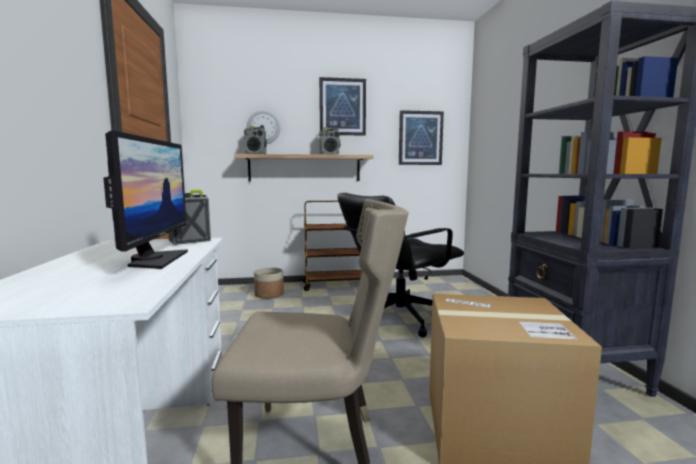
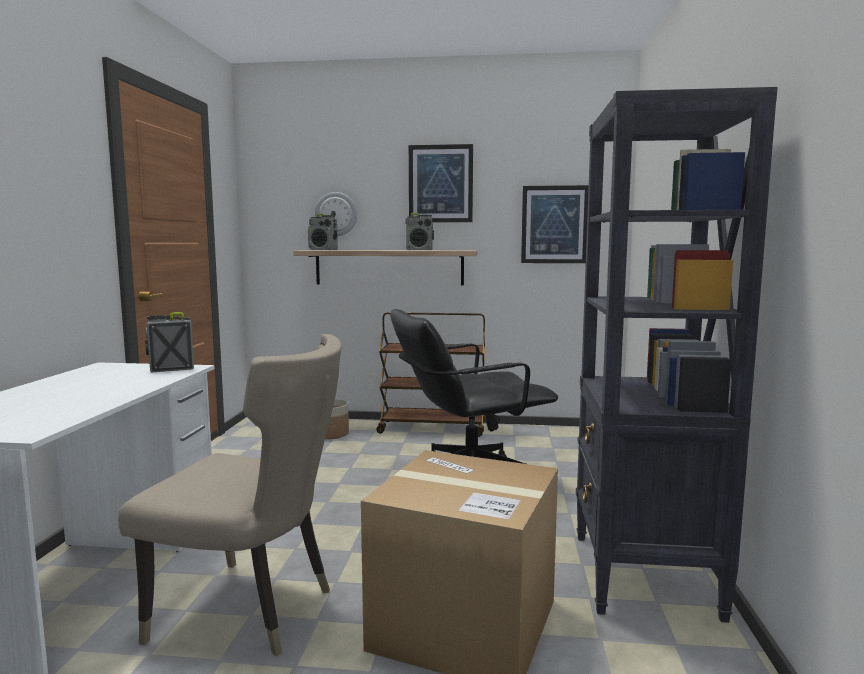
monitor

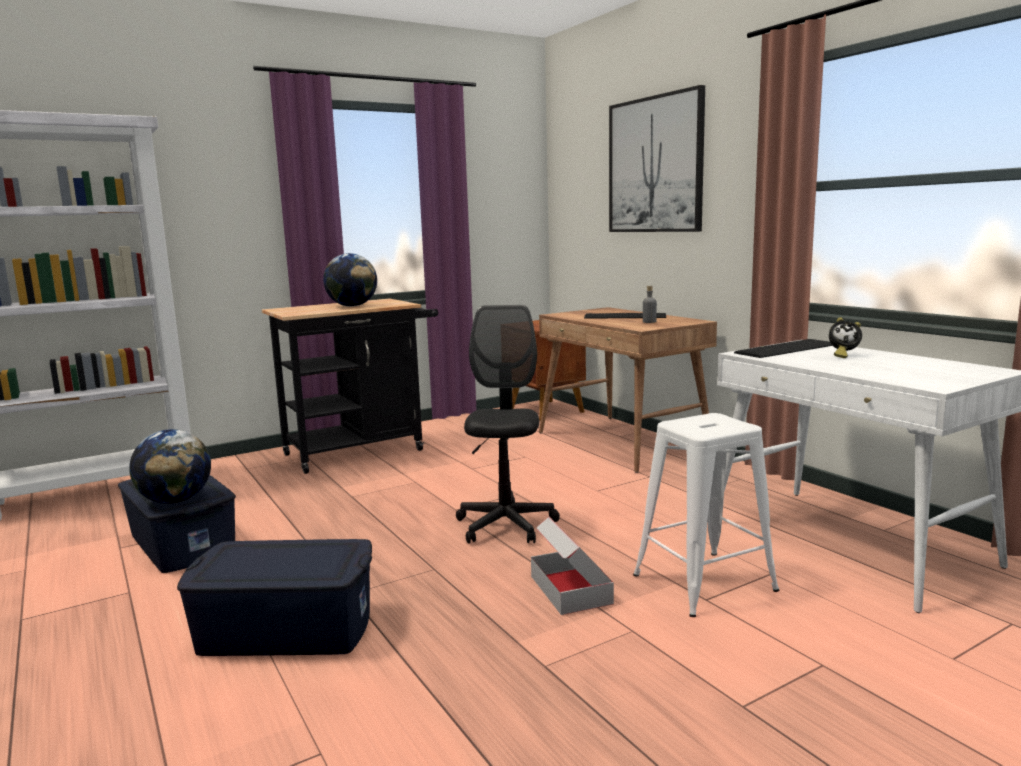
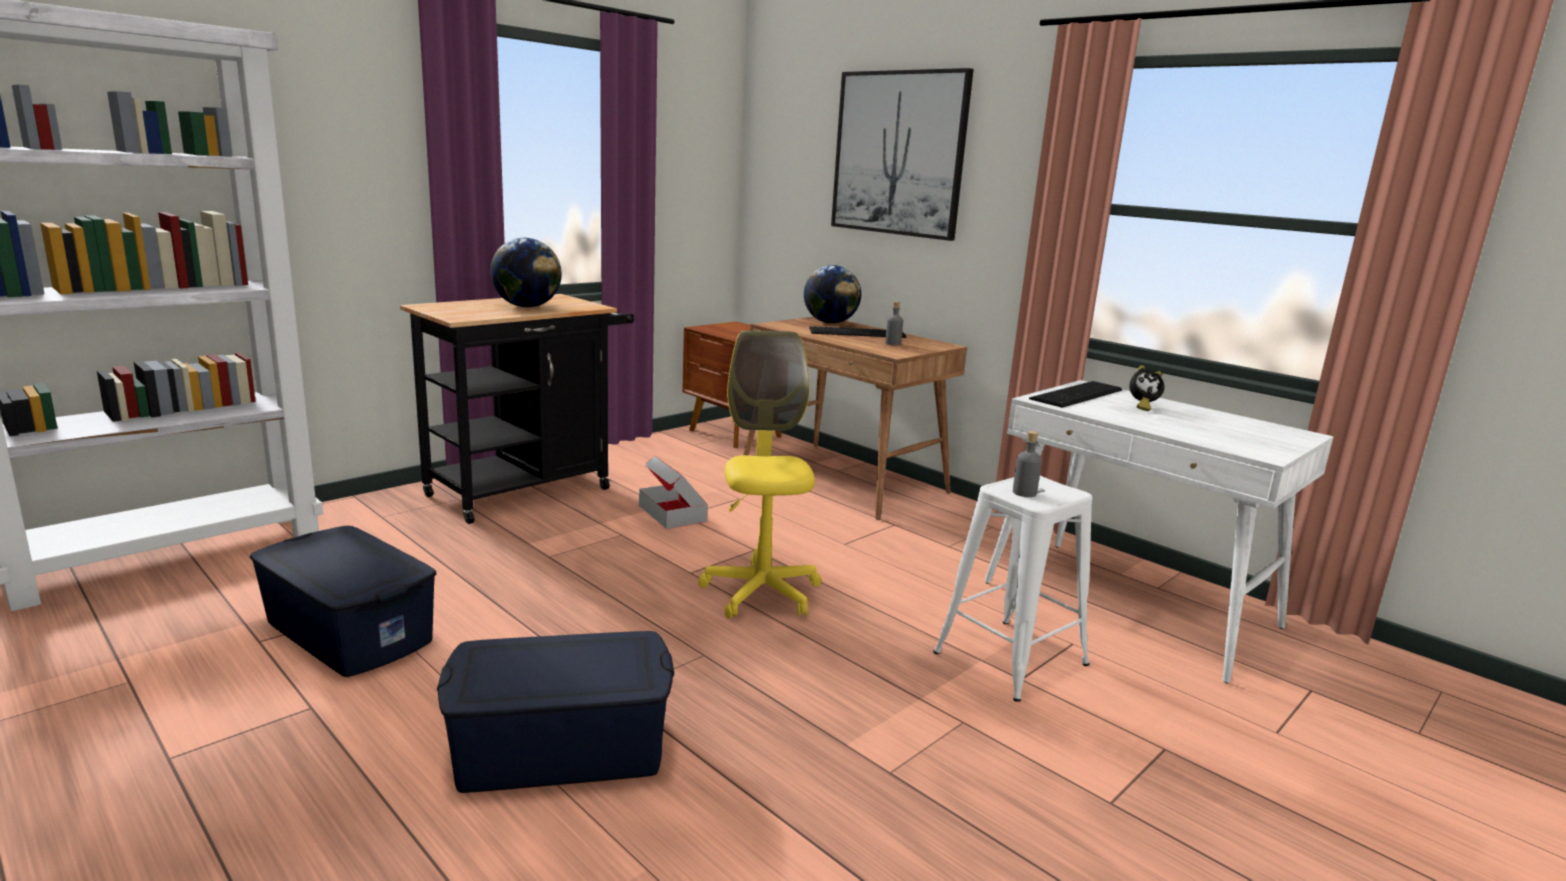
globe (no. 2 from left)
yellow office chair
cardboard box
grey bottle (no. 2 from left)

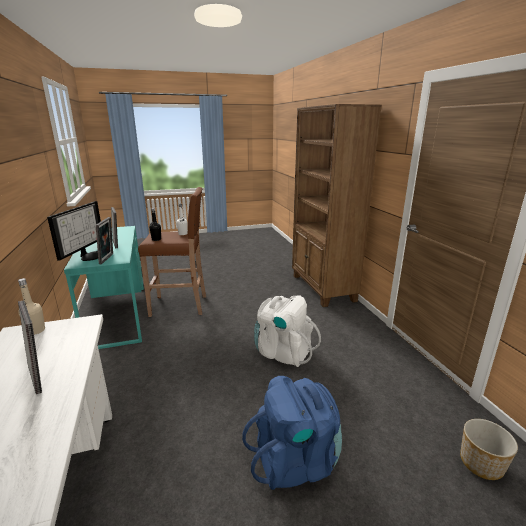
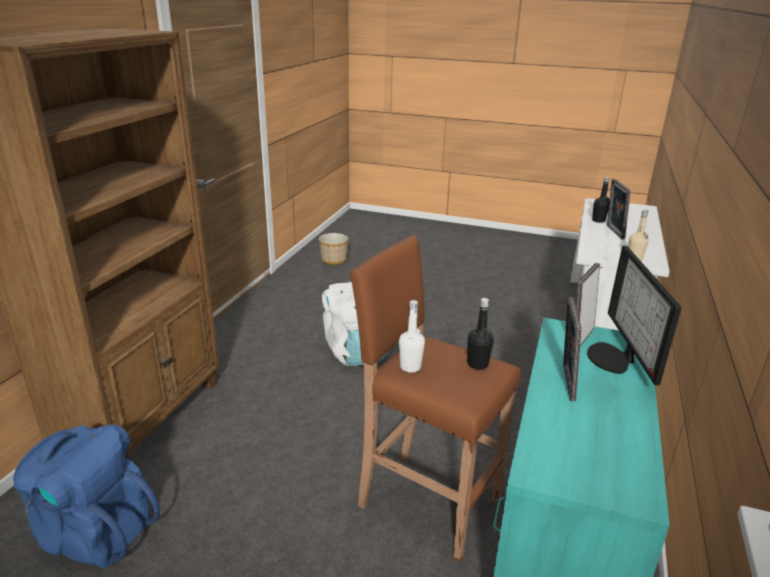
monitor
blue backpack
black bottle (no. 2 from left)

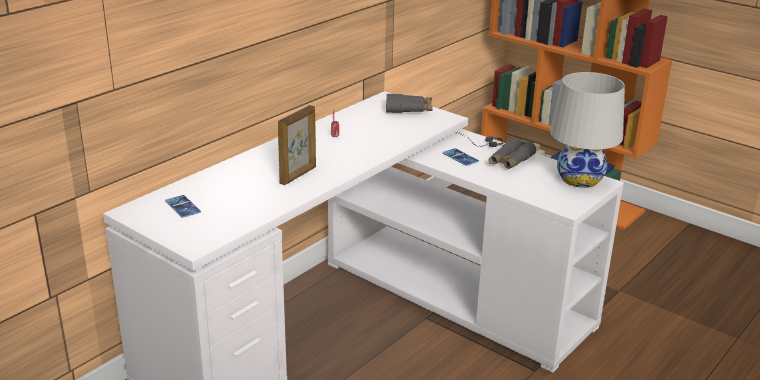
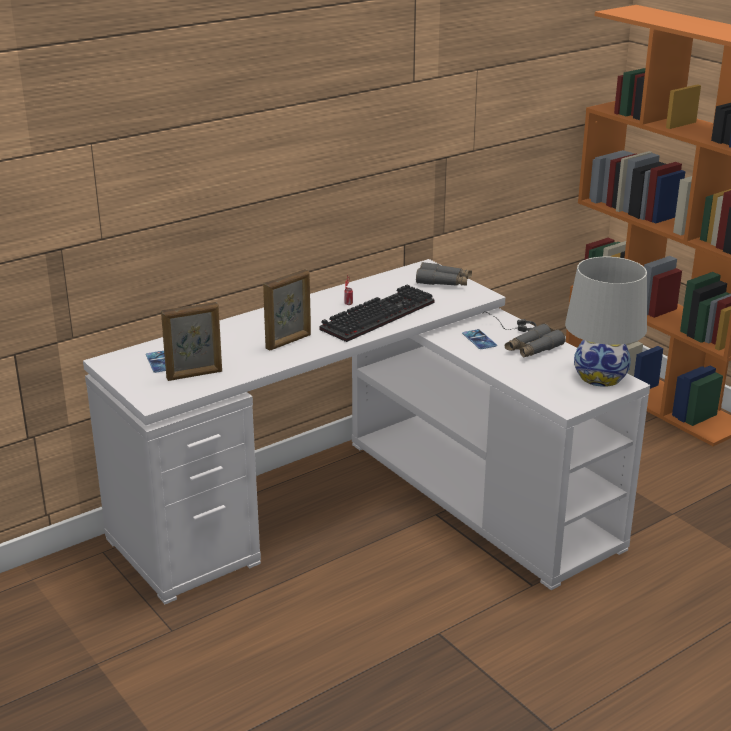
picture frame (no. 1 from left)
keyboard

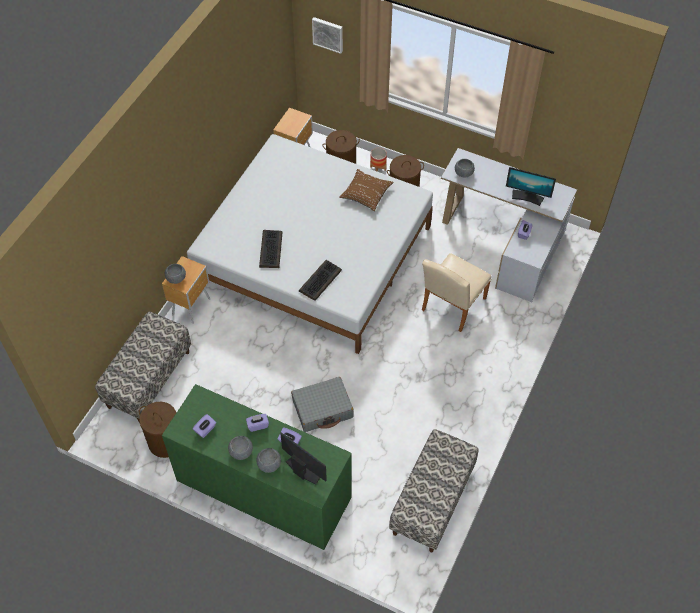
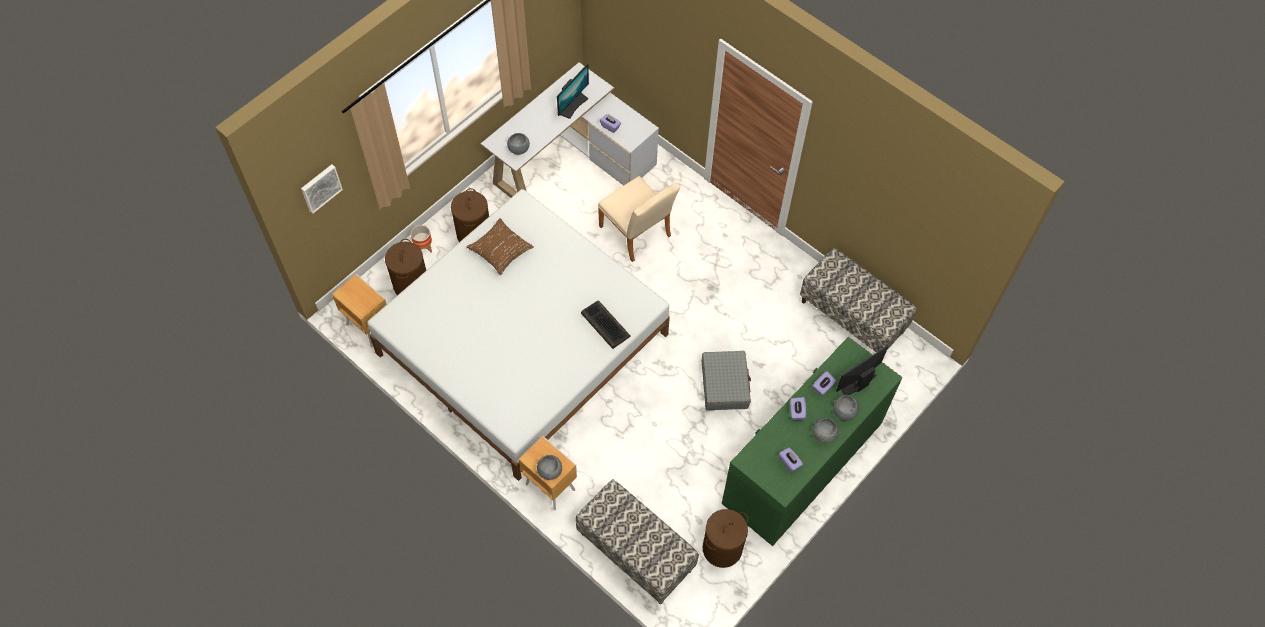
keyboard (no. 1 from left in the first image)

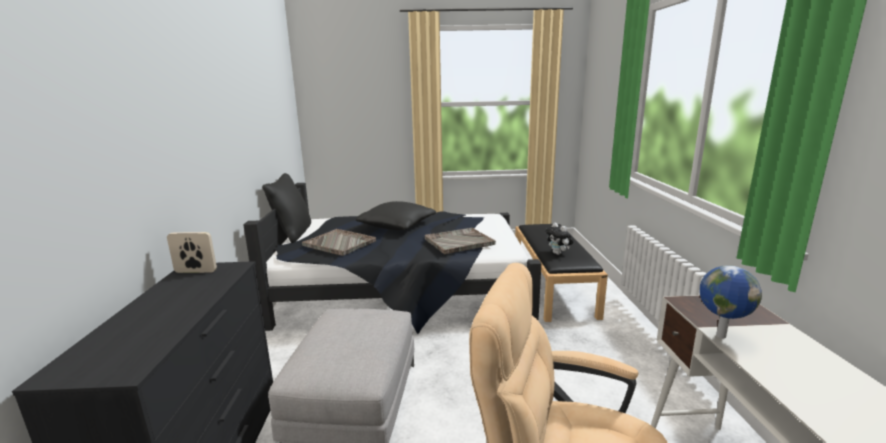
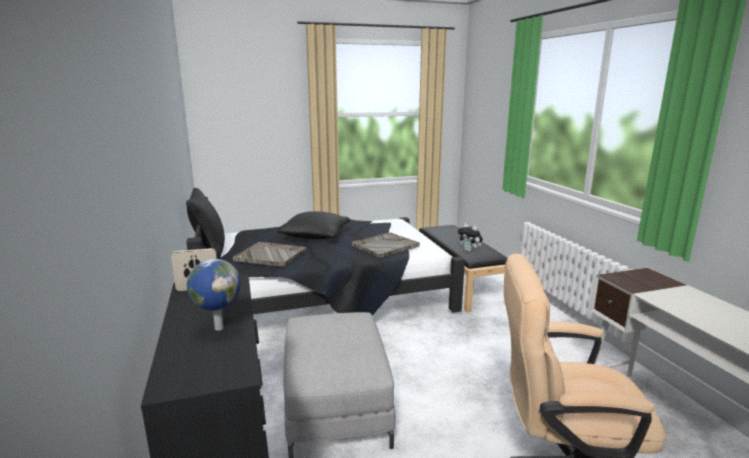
globe

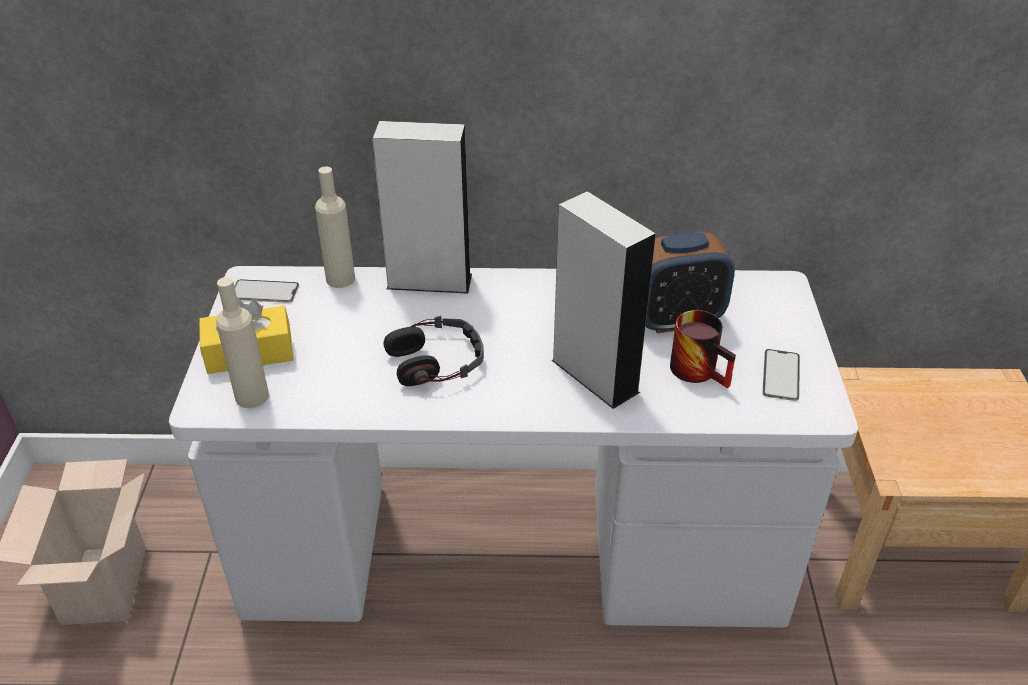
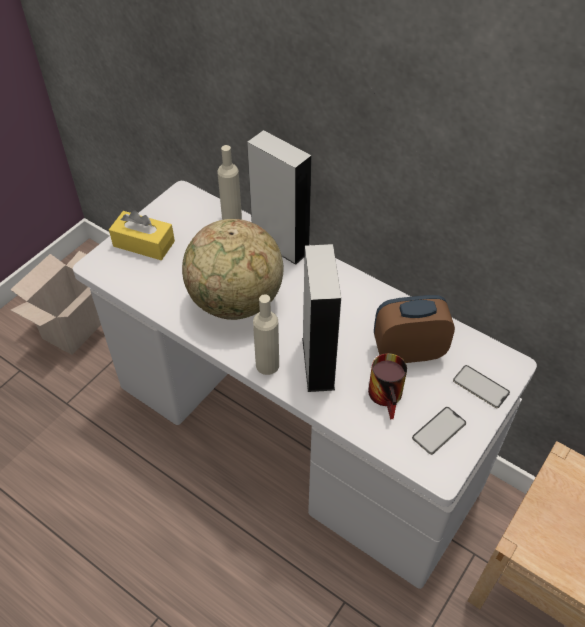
beige bottle (no. 2 from left)
phone (no. 2 from left)
globe
alarm clock

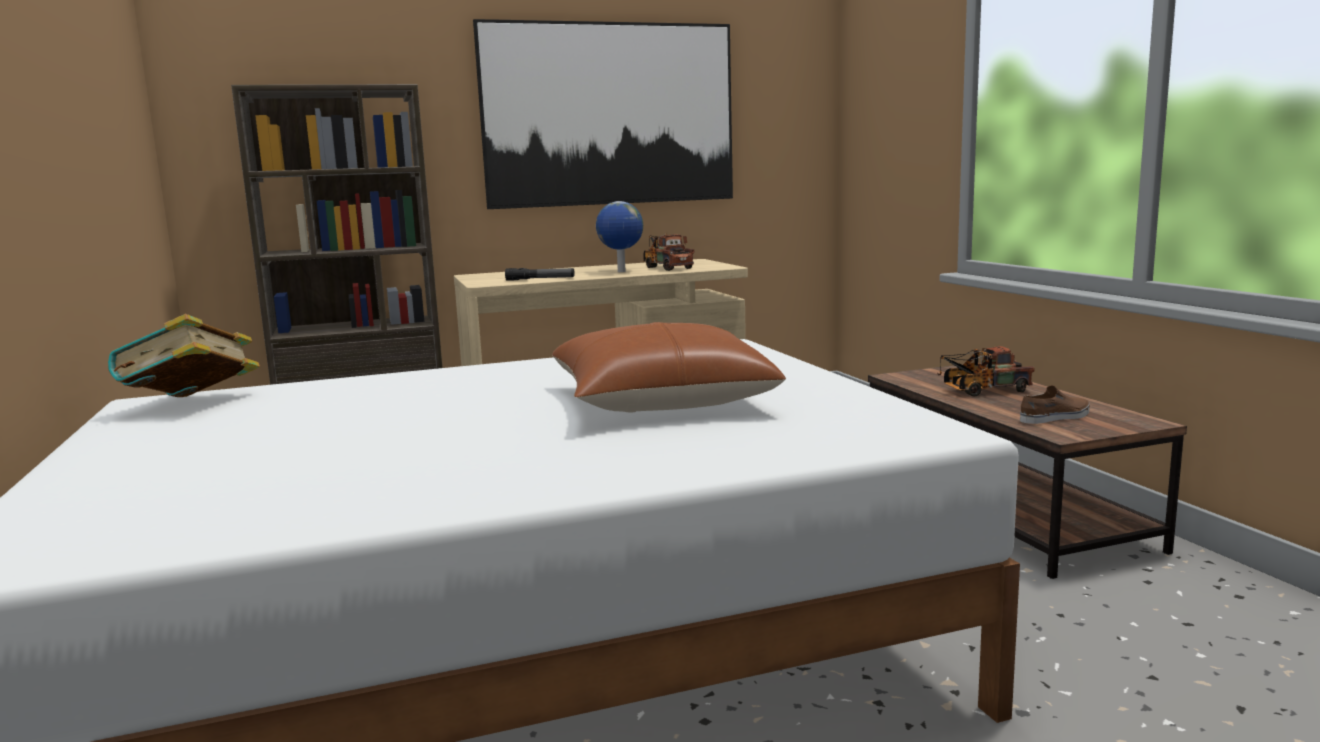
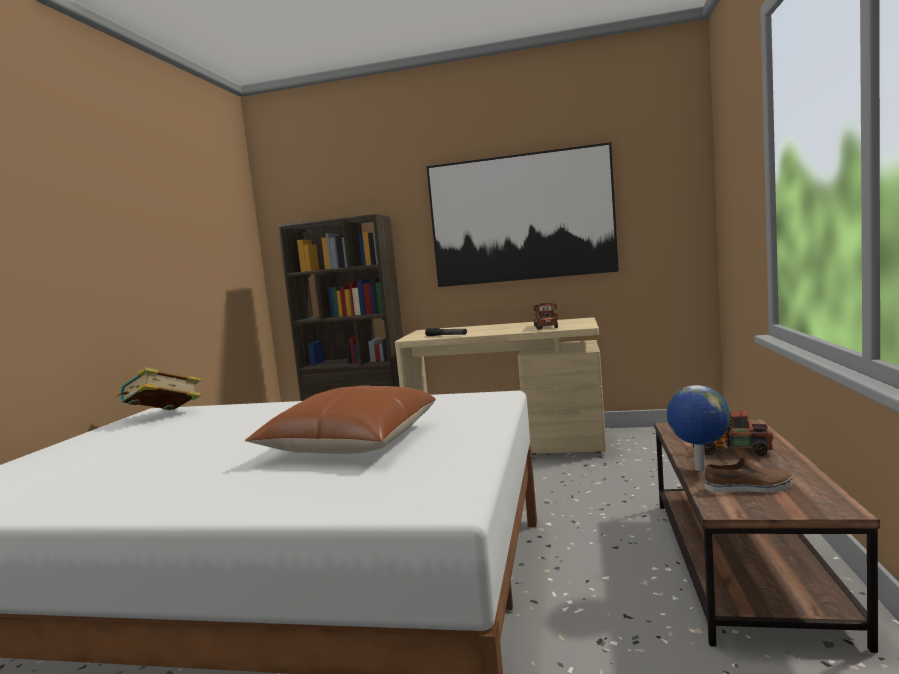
globe

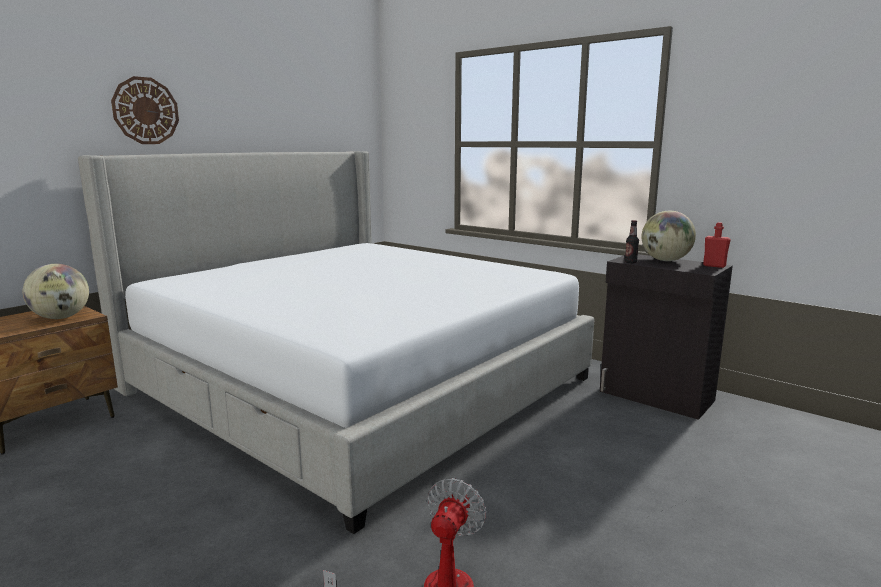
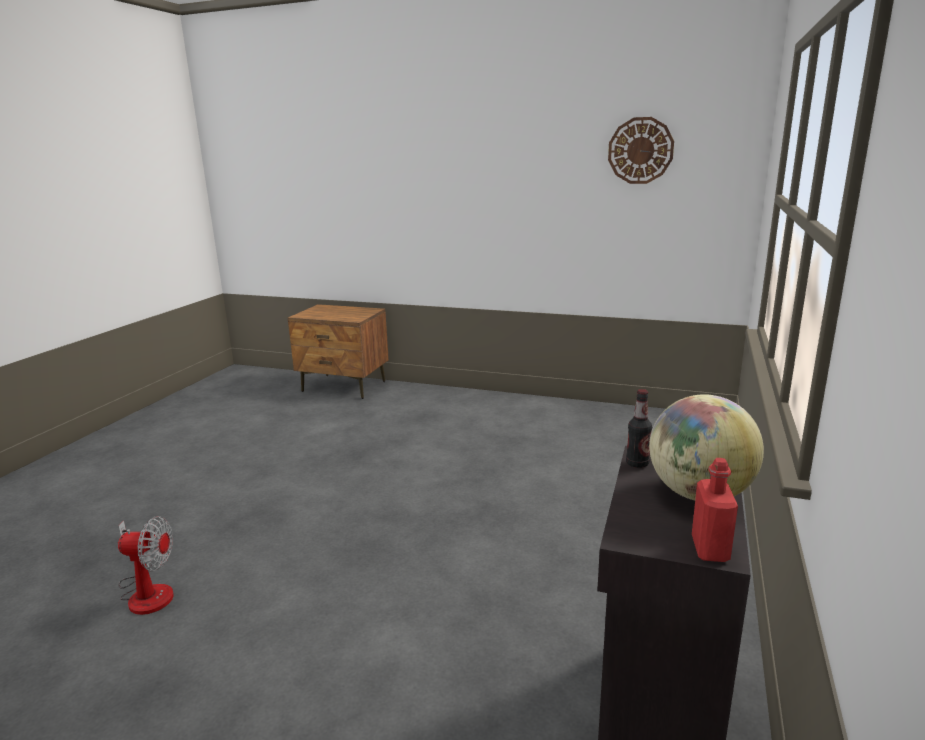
globe (no. 1 from left in the first image)
bed
wall clock

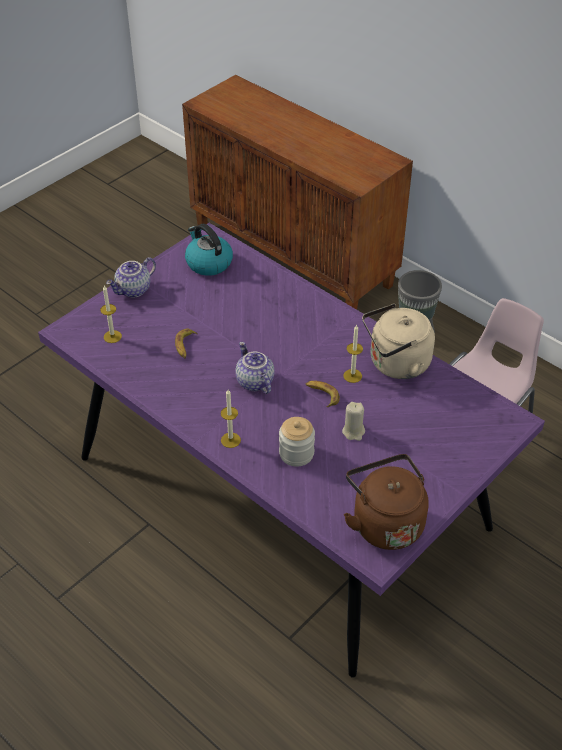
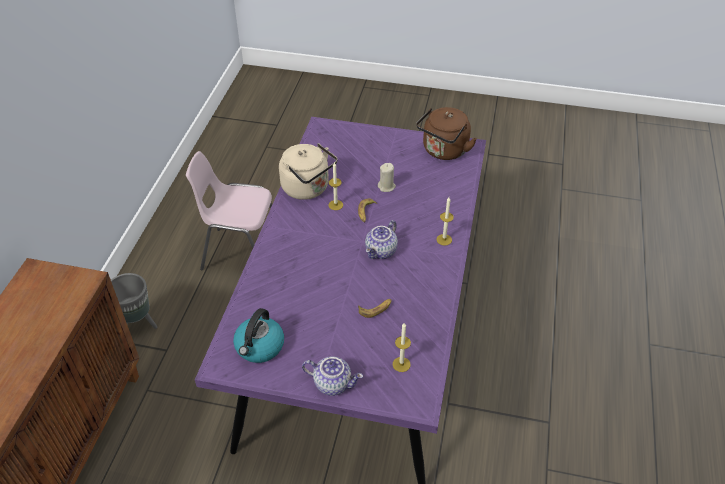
jar

